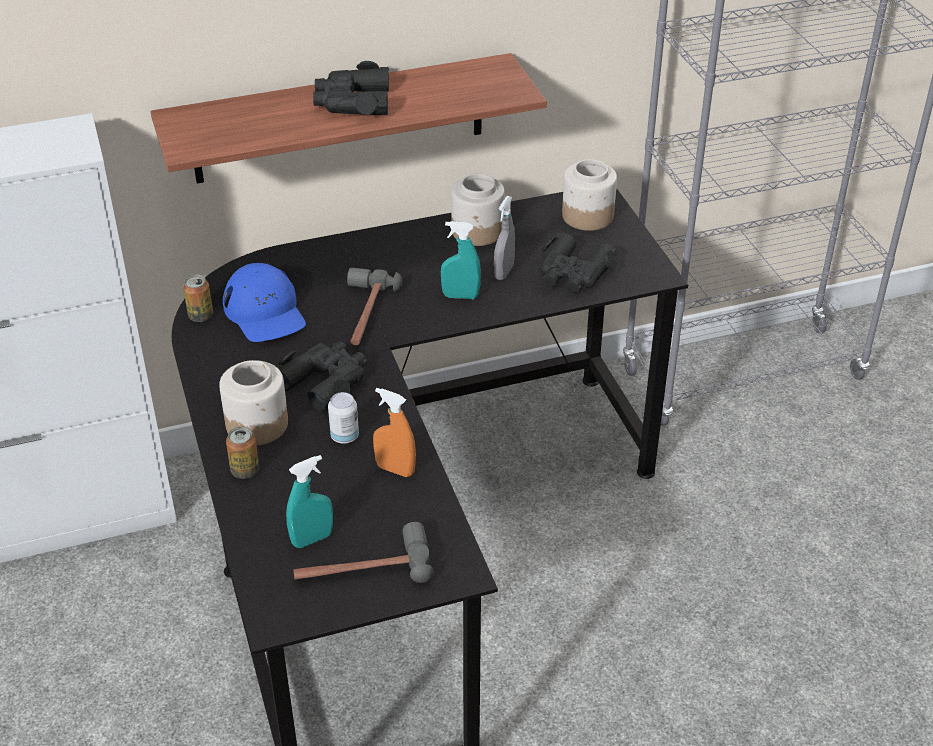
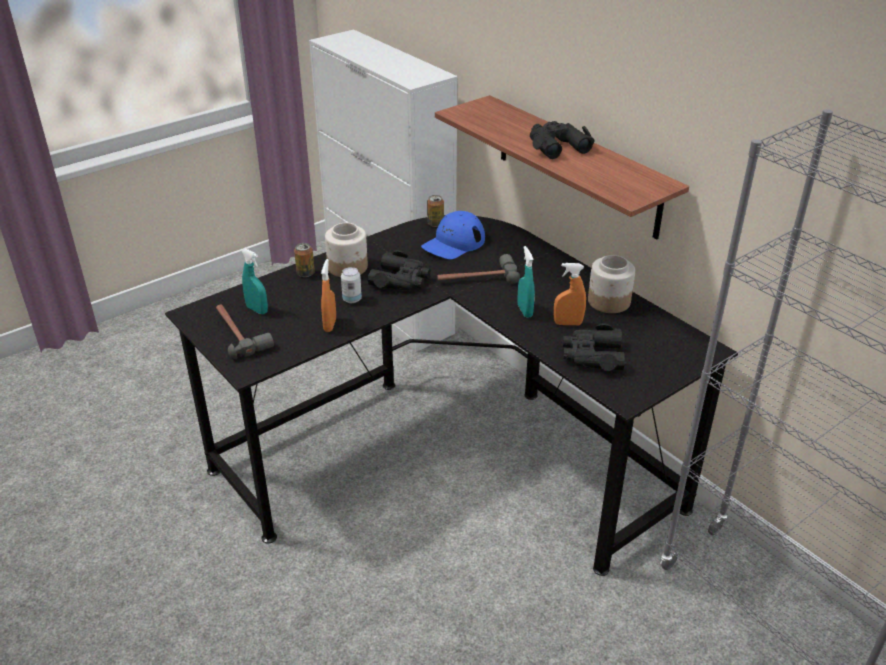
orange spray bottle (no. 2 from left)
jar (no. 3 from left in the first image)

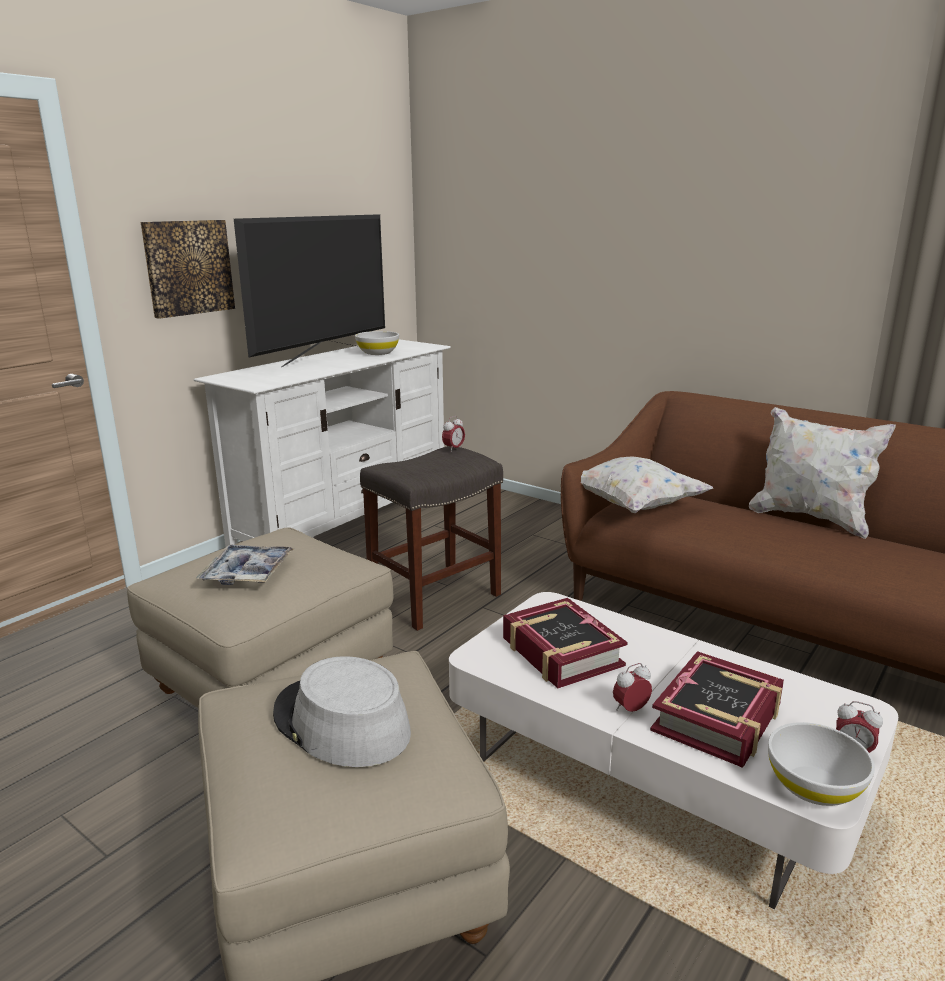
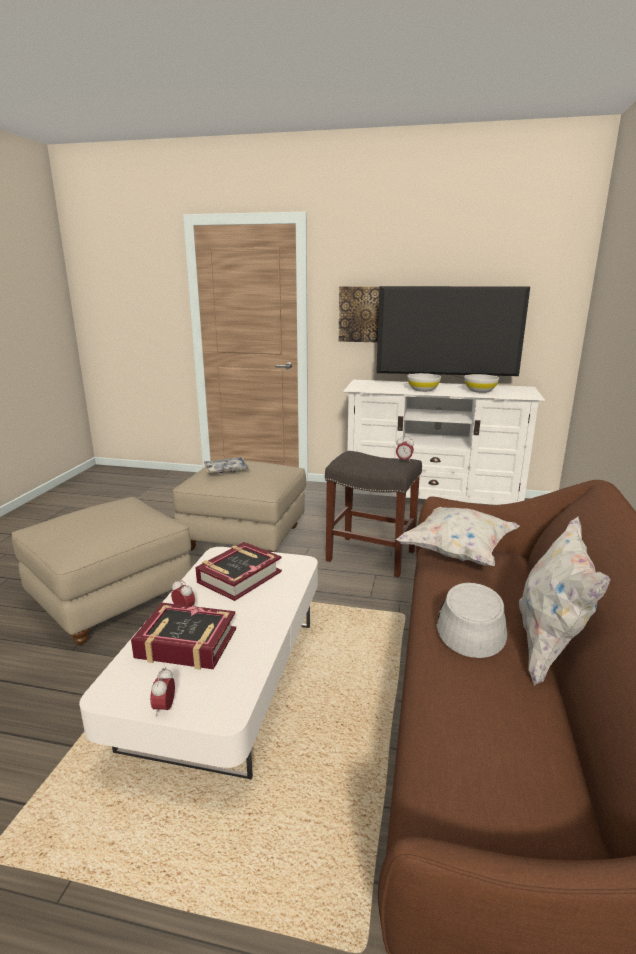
grey hat
white bowl (no. 1 from left)

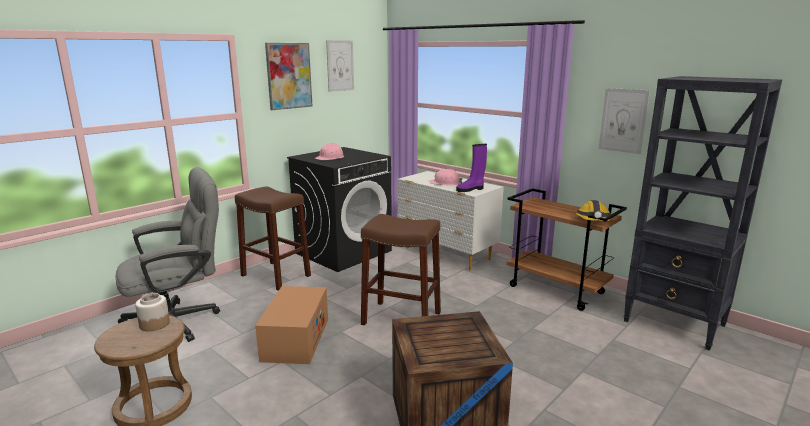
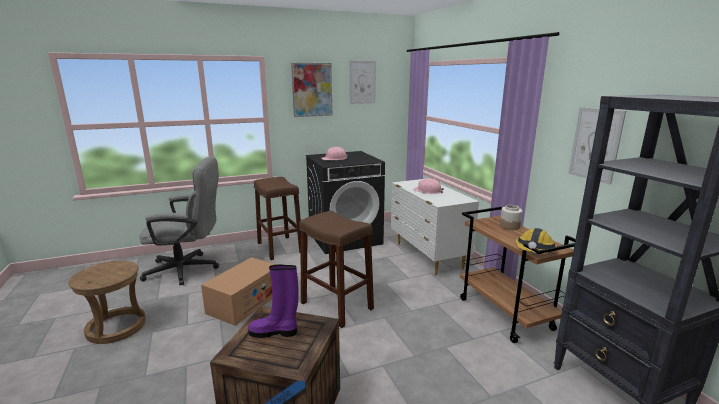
jar
purple boot

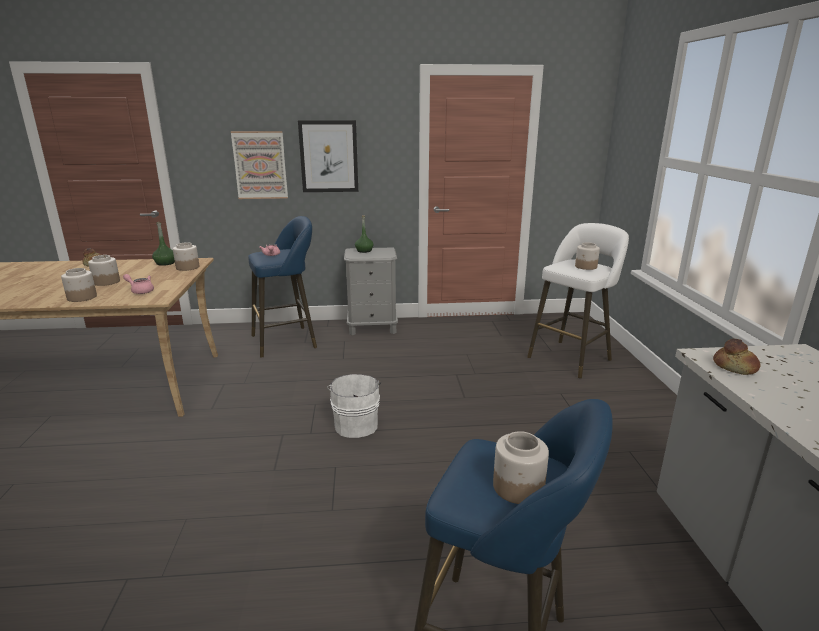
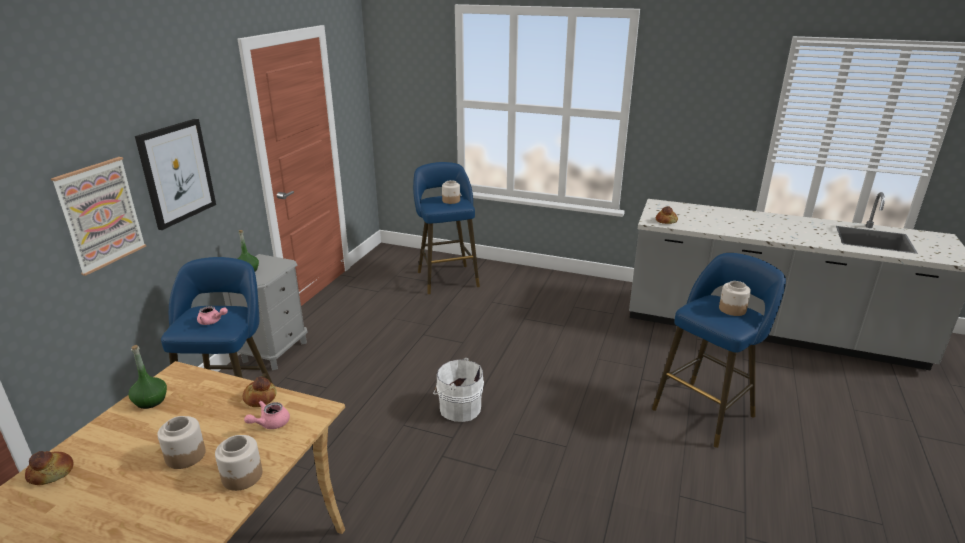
jar (no. 3 from left in the first image)
blue stool (no. 2 from left)
bread (no. 2 from left)

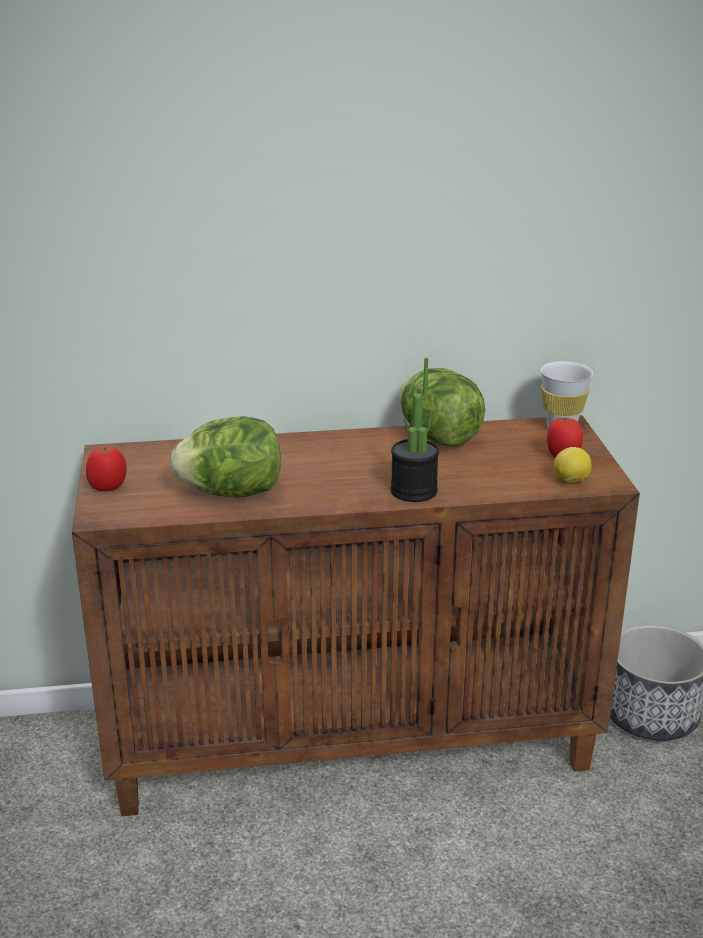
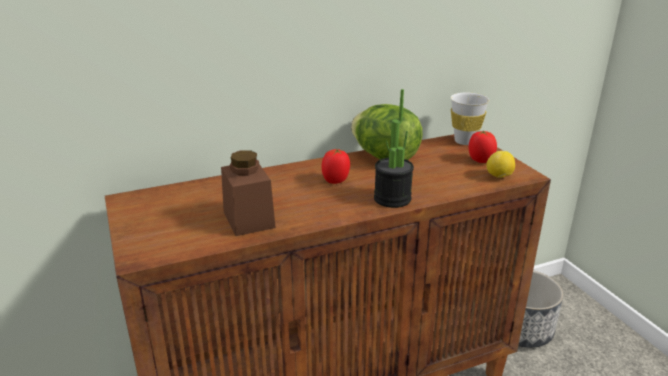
tomato (no. 1 from left)
brown jar

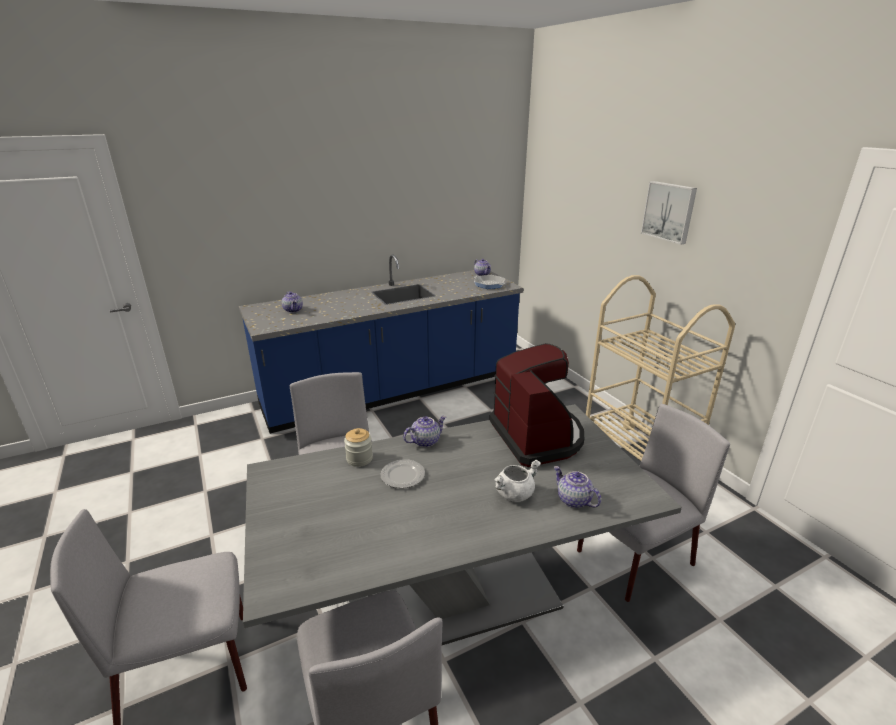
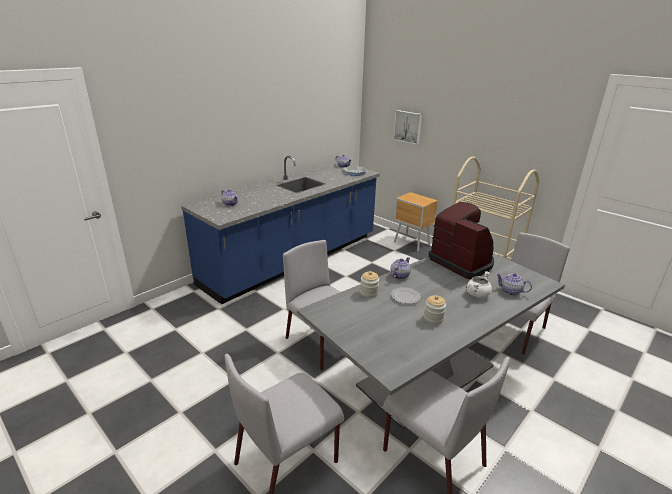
picture
brown nightstand
jar (no. 2 from left)

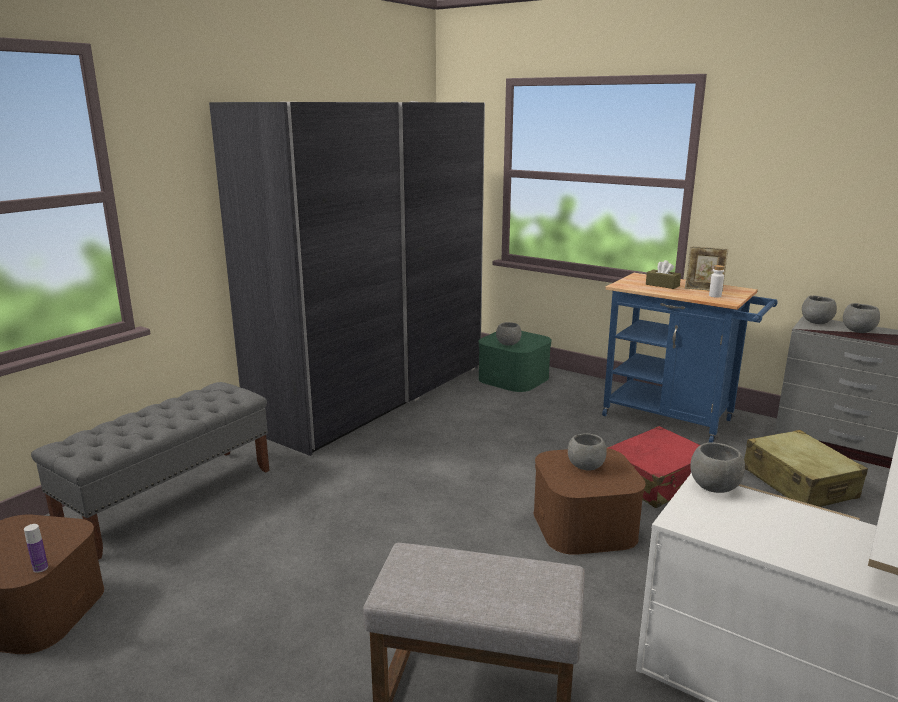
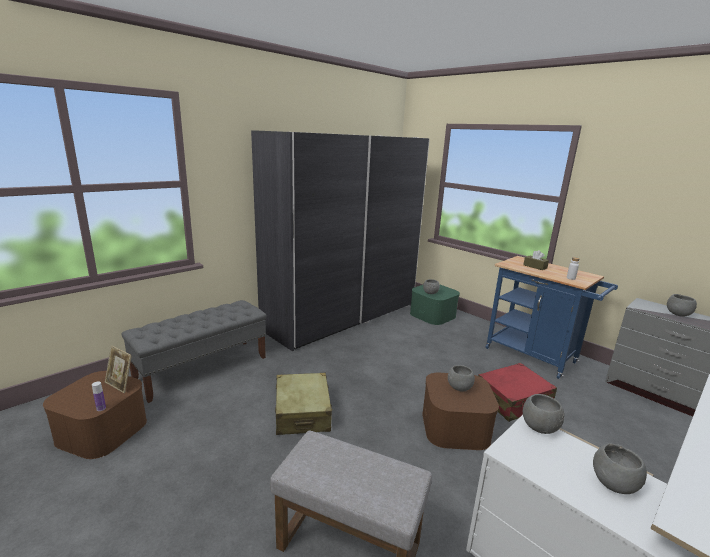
picture frame
beige suitcase
grey bowl (no. 4 from left)

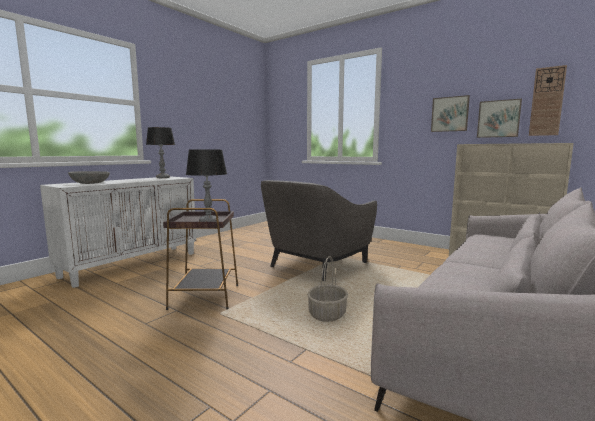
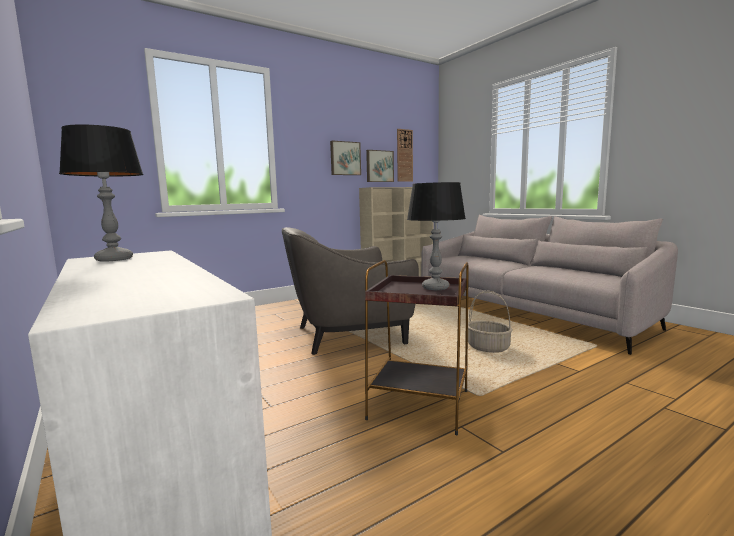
grey bowl
grey armchair

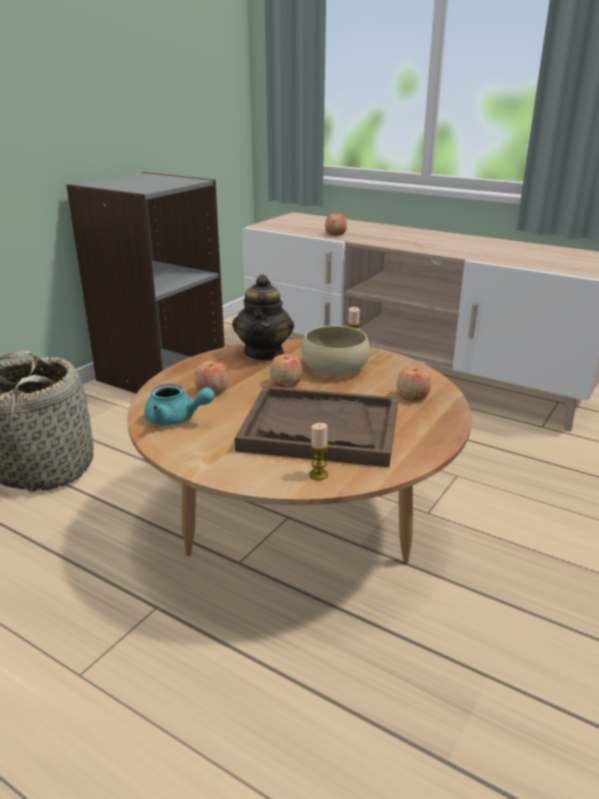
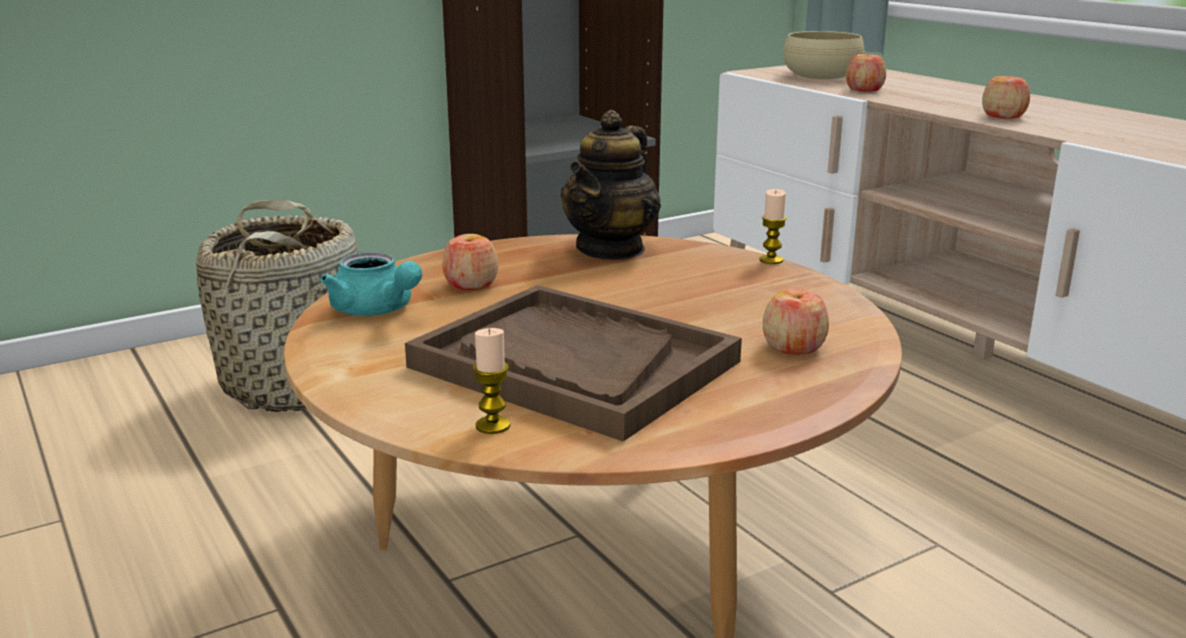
apple (no. 4 from left)
beige bowl

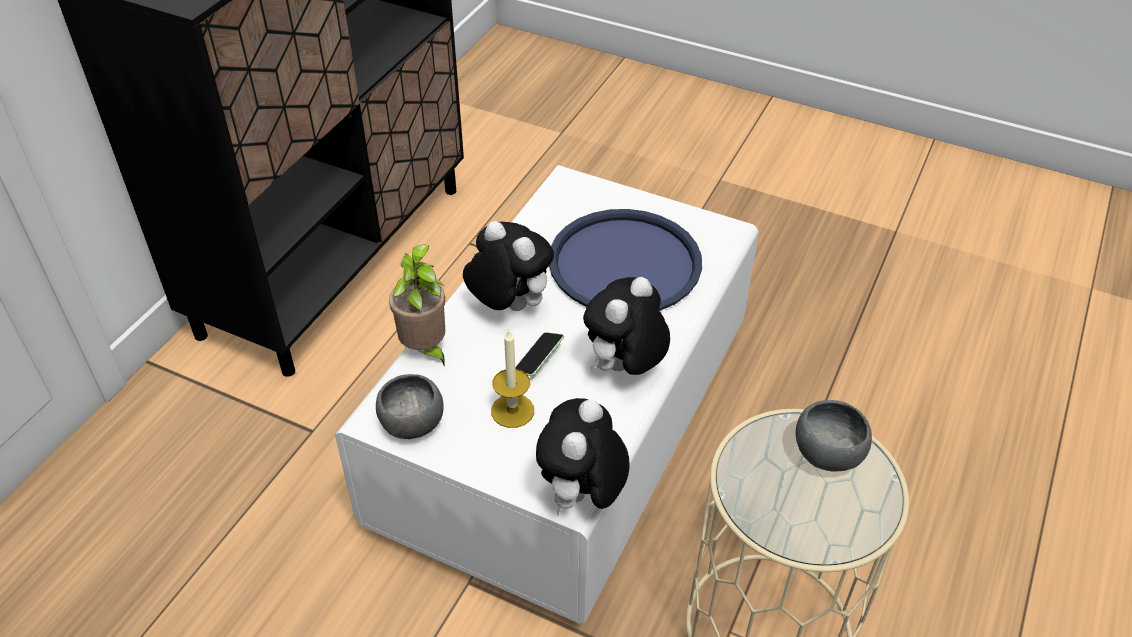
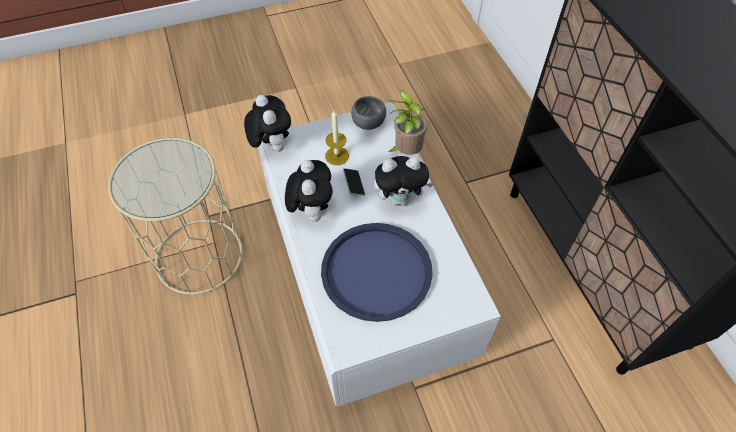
grey bowl (no. 2 from left in the first image)

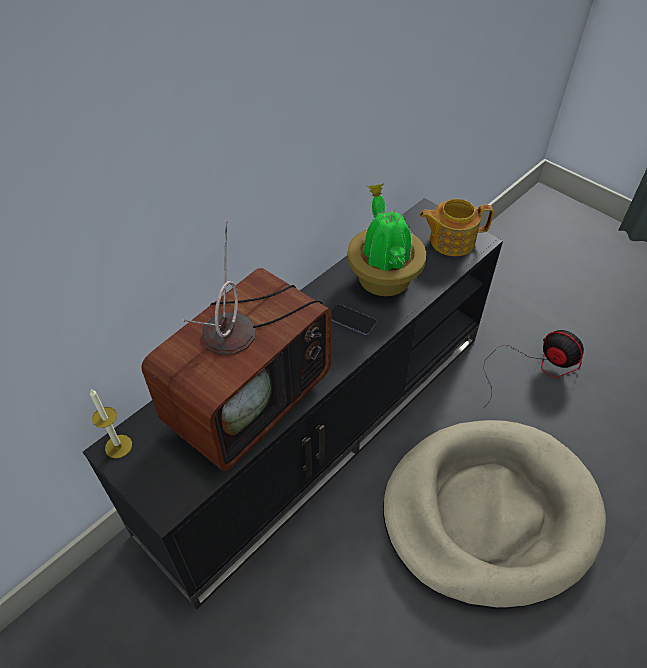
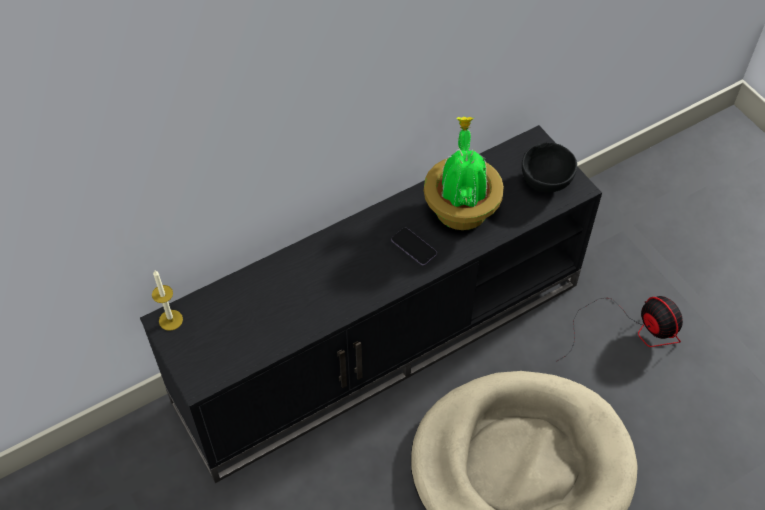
television
black bowl

